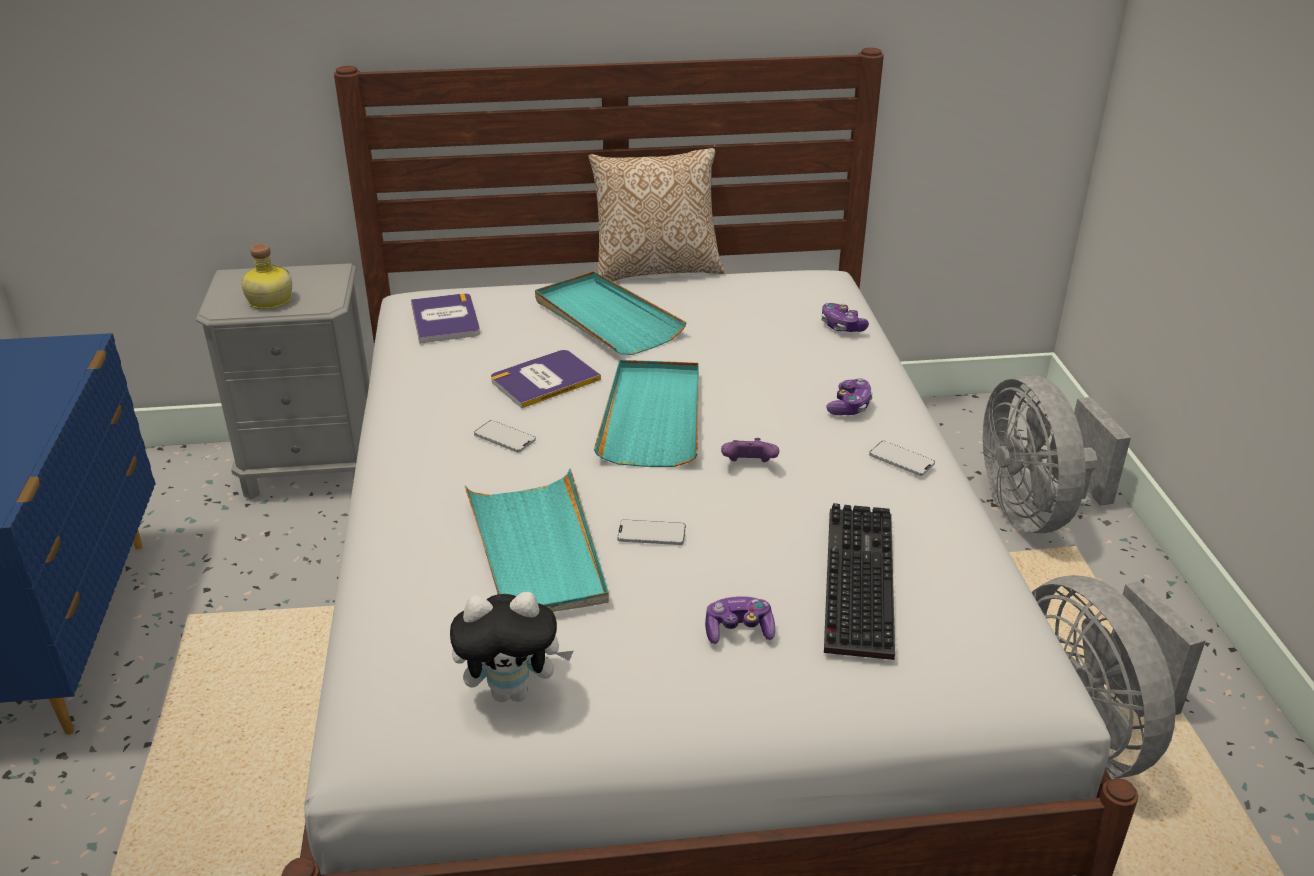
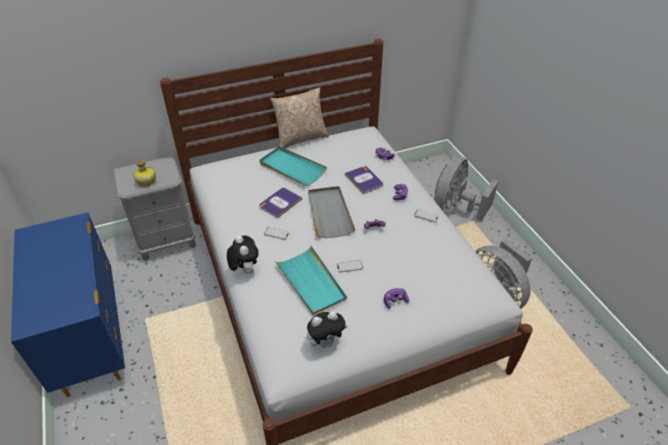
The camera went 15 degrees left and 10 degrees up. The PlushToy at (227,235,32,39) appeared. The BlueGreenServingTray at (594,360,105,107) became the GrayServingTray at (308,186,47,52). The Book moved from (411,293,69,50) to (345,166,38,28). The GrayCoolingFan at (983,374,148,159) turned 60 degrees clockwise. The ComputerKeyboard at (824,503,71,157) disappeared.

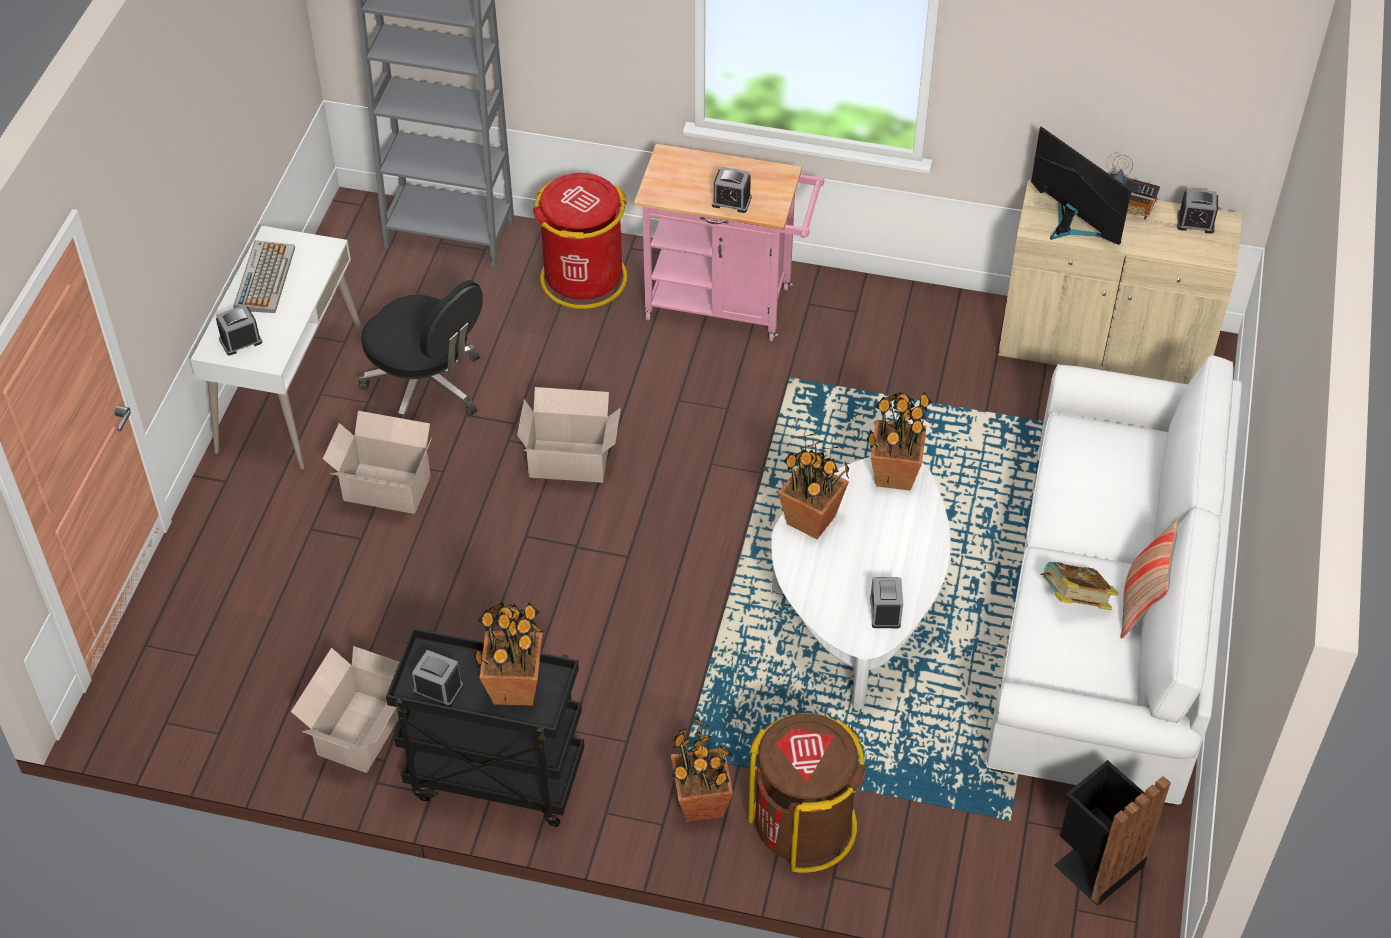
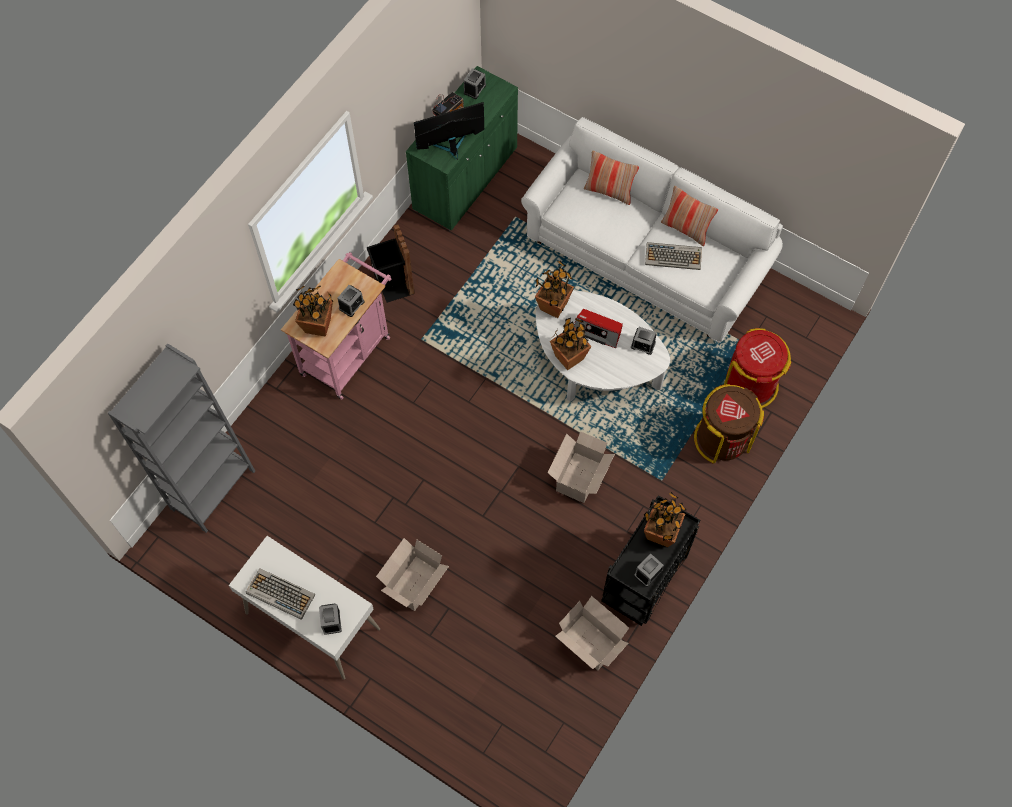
The camera went 70 degrees left and 15 degrees up. The PottedPlant moved from (671,718,62,104) to (293,285,40,52). The BlackTrashCan moved from (1054,760,117,146) to (367,224,48,79). The SandColouredStorageCabinet at (998,180,244,204) became the GreenStorageCabinet at (406,66,112,165). The PackingBox moved from (517,387,104,96) to (547,431,68,72). The RadioReceiver at (574,309,49,39) appeared. The Cushion at (584,151,55,54) appeared. The Book at (1040,562,78,48) was replaced by the ComputerKeyboard at (645,242,57,28). The RedColouredTrashCan moved from (533,173,94,136) to (724,328,67,80). The BlackOfficeChair at (358,280,125,139) disappeared.

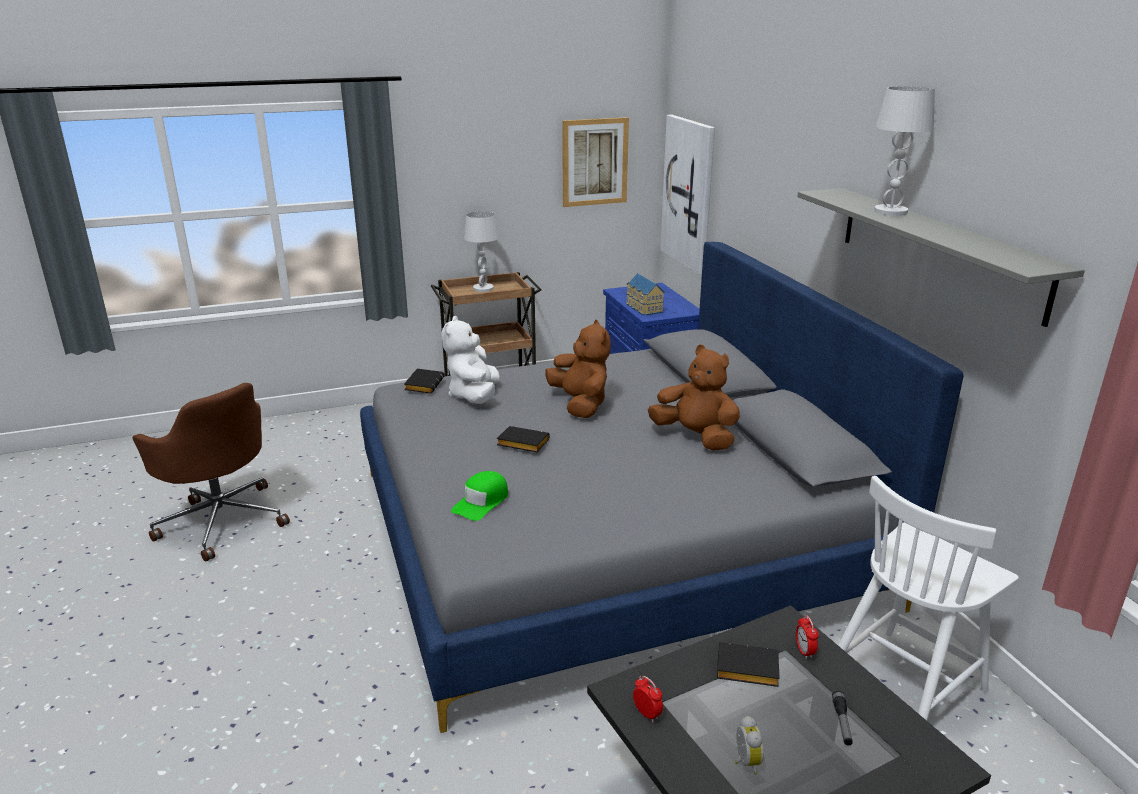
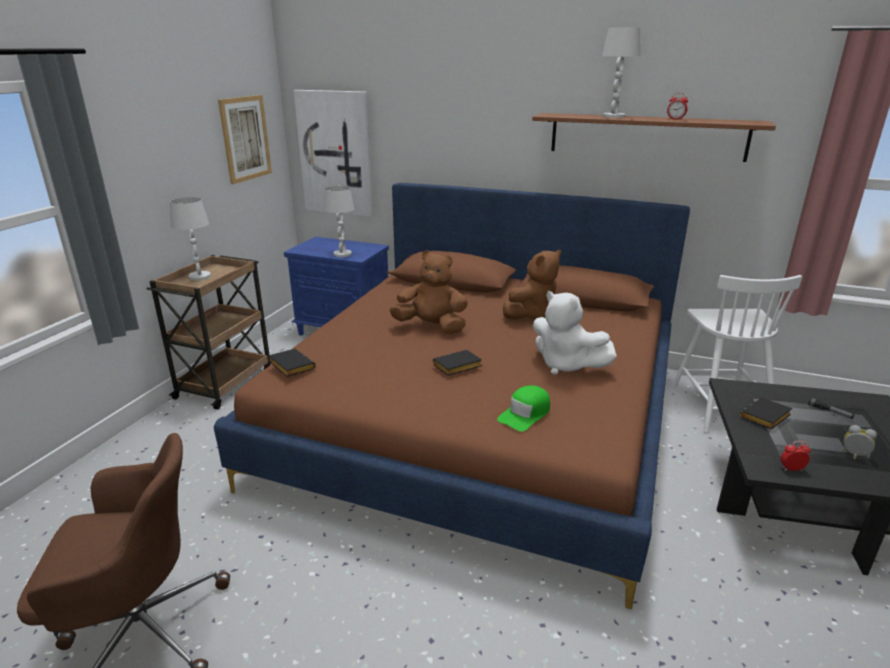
The camera went 50 degrees left and 0 degrees up. The GraySleepingBed at (360,242,604,491) became the BrownishSleepingBed at (214,183,476,426). The MiniatureHouse at (626,273,39,42) was replaced by the WhiteTabletopLamp at (324,186,31,71). The GreenCap at (451,471,57,50) turned 60 degrees clockwise. The BrownishPlushToy at (648,345,92,106) turned 150 degrees clockwise. The GrayBracketShelf at (797,188,288,139) became the BrownishBracketShelf at (532,113,244,49). The WhitePlushToy moved from (442,316,58,88) to (533,291,84,84). The TableClock moved from (796,615,23,44) to (667,93,21,27).

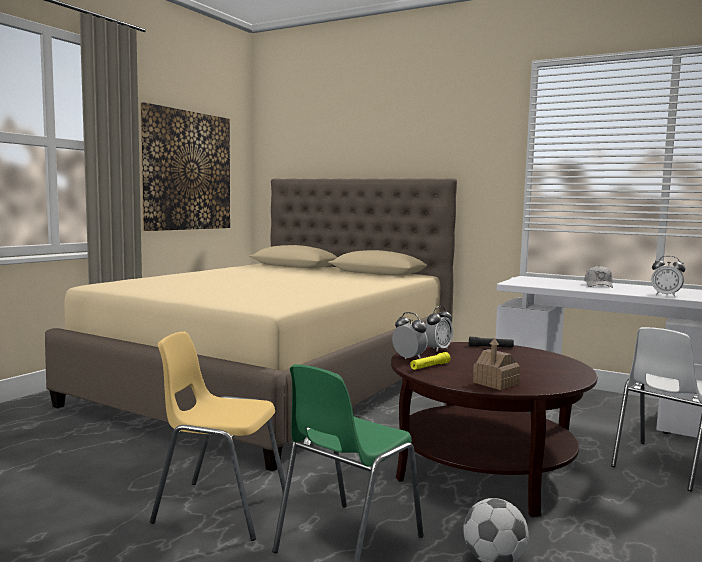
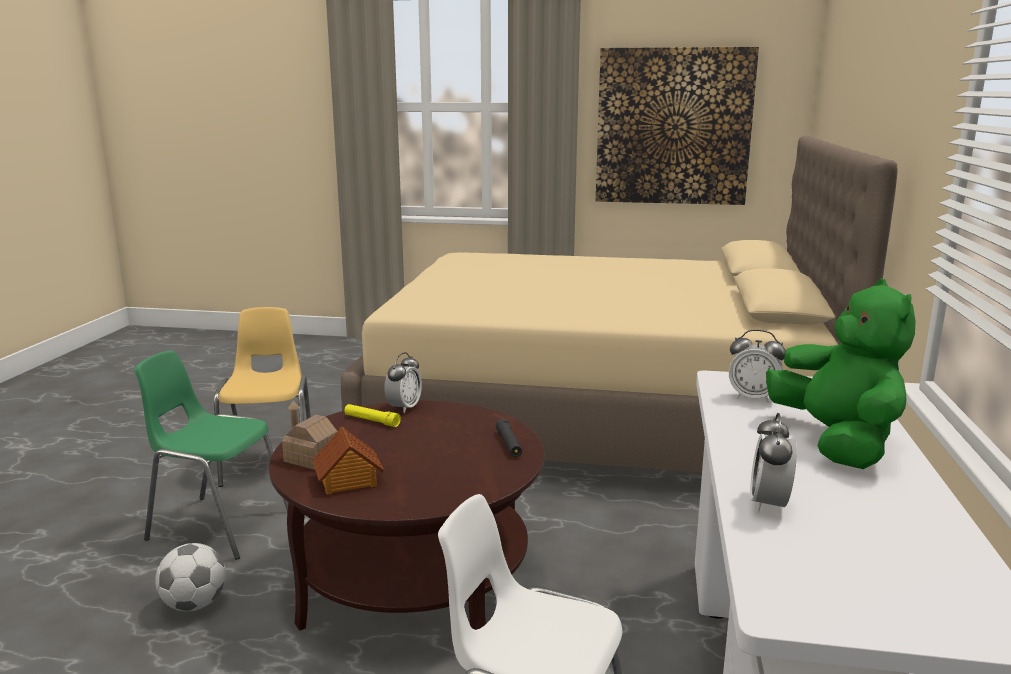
The camera went 70 degrees right and 10 degrees up. The MiniatureHouse at (313,427,71,68) appeared. The TableClock moved from (425,306,28,45) to (729,330,57,73). The WhiteCap at (584,265,29,23) was replaced by the GreenPlushToy at (766,279,150,190).

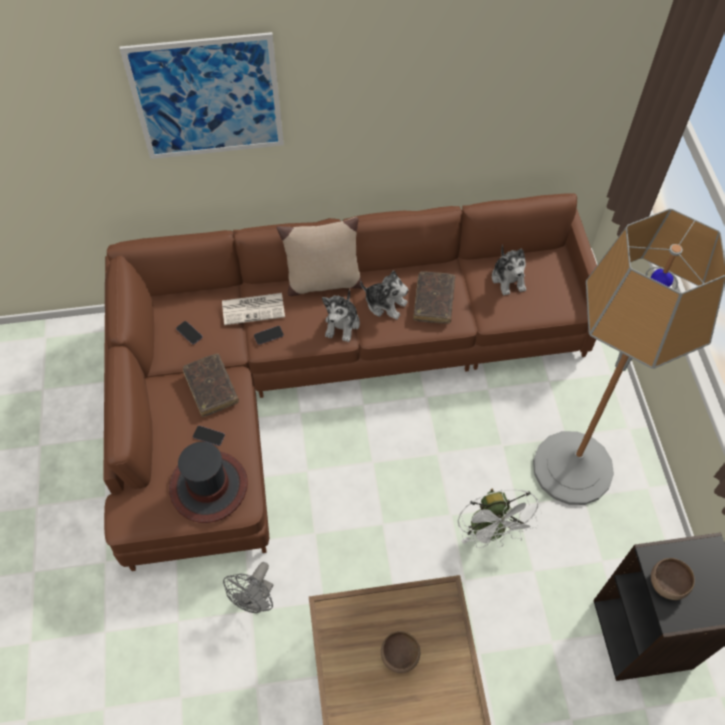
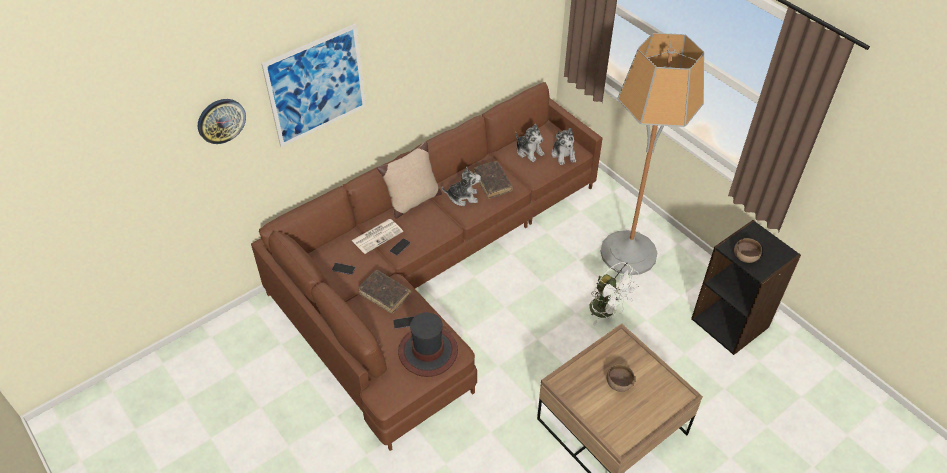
The camera went 30 degrees left and 10 degrees down. The ClockOnTheWall at (198,99,48,45) appeared. The PlushToy moved from (322,289,38,53) to (552,128,24,37). The GrayCoolingFan at (223,562,51,51) disappeared.

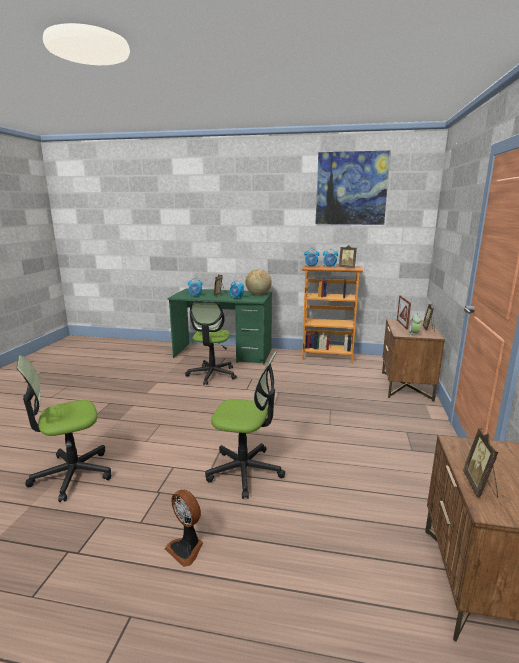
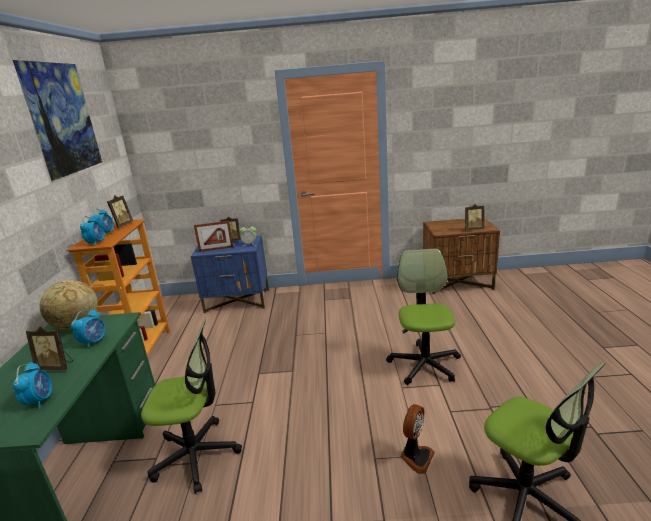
The camera went 100 degrees left and 5 degrees up. The BrownishNightstand at (382,319,63,83) became the BlueNightstand at (191,236,78,77). The CoolingFan moved from (165,489,38,78) to (400,404,35,70).

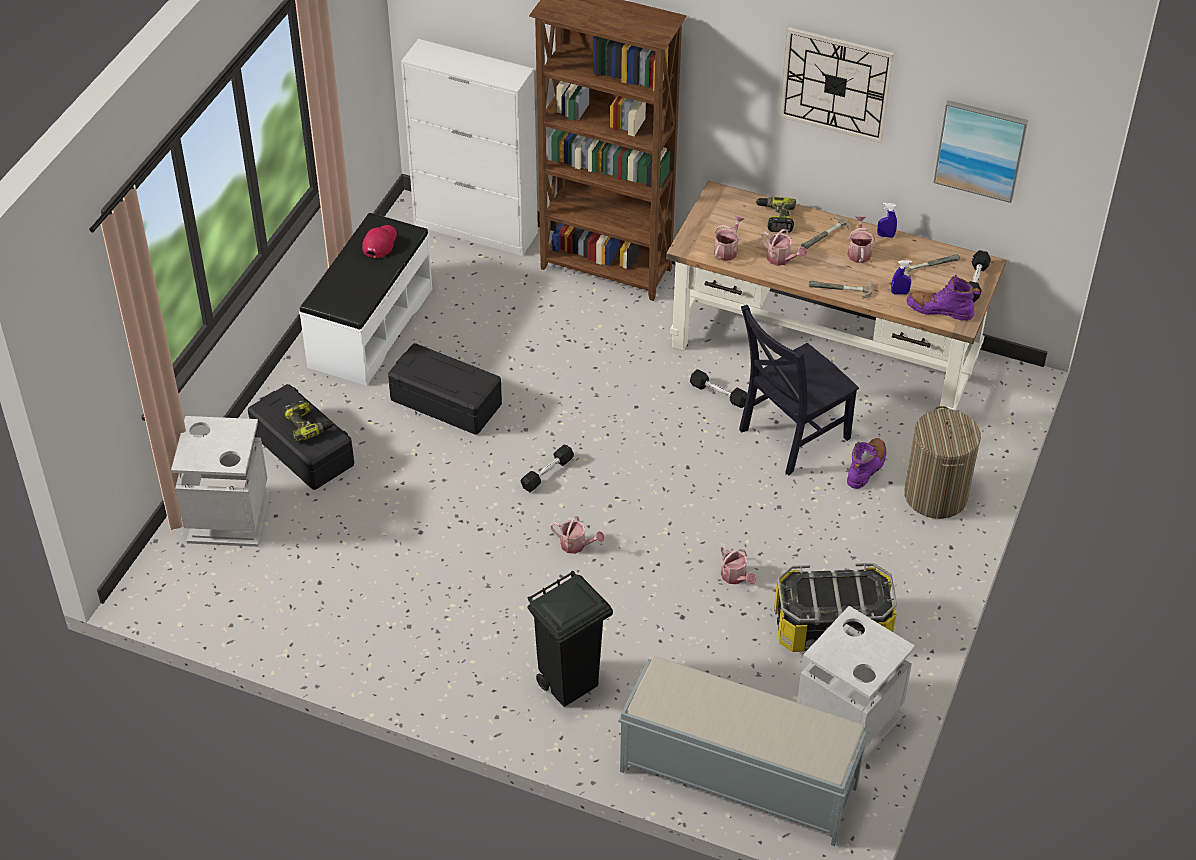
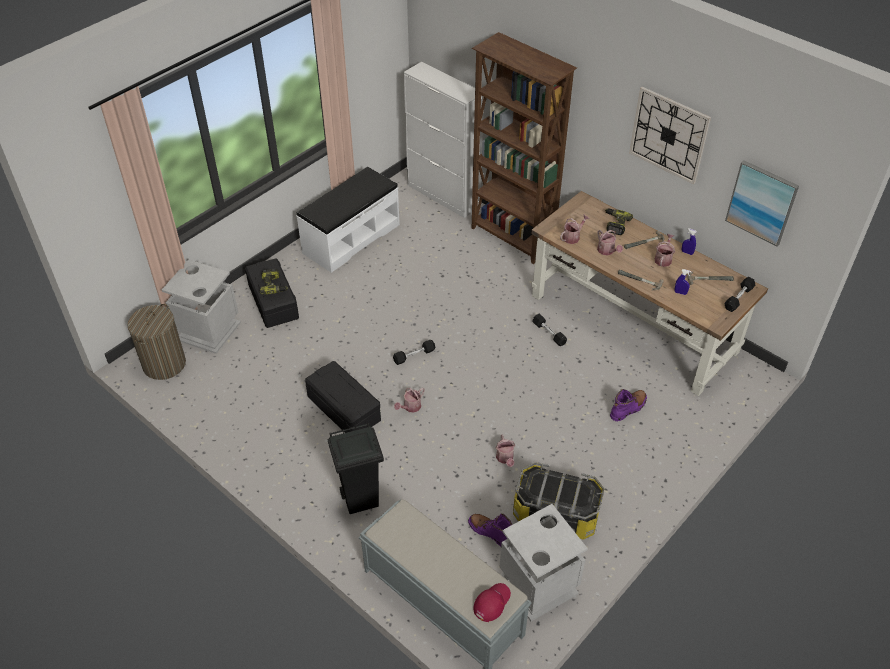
The camera went 20 degrees right and 0 degrees up. The LaundryBasket moved from (904,406,77,113) to (127,304,59,76). The BlackStorageBin moved from (388,343,114,92) to (305,361,76,72). The SprinklingCan at (550,516,55,38) turned 90 degrees clockwise. The PurpleBoot moved from (906,275,74,46) to (468,514,44,32). The RedColouredCap moved from (362,225,35,33) to (473,583,38,39). The BlackPlainChair at (739,305,120,171) disappeared.

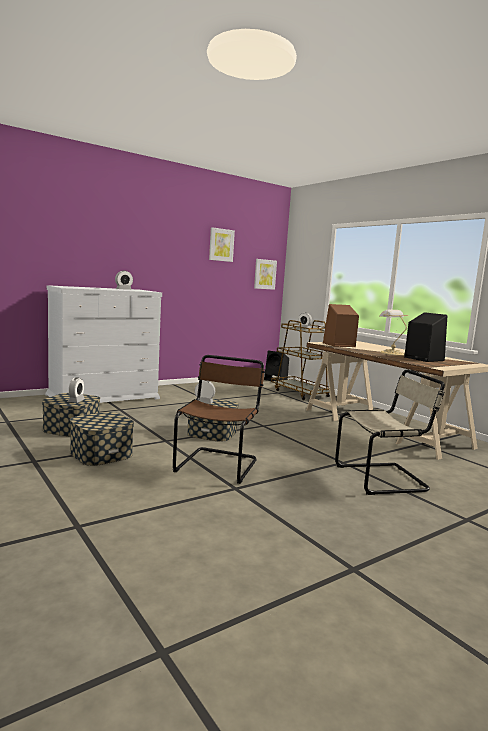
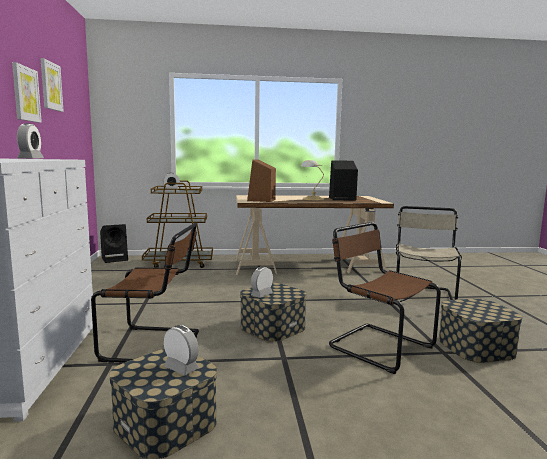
The camera went 60 degrees left and 0 degrees up. The WallPicture moved from (254,259,23,31) to (12,62,30,61). The BrownishPlainChair at (91,223,108,140) appeared. The StorageBin moved from (70,412,64,54) to (439,299,84,64).

